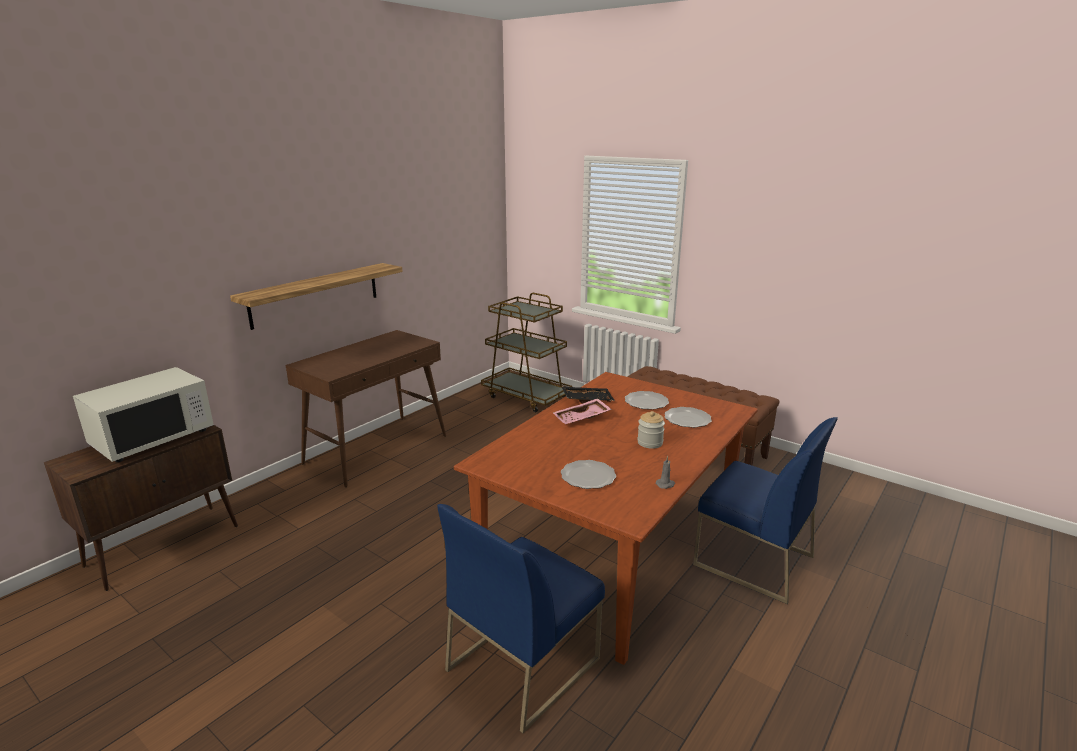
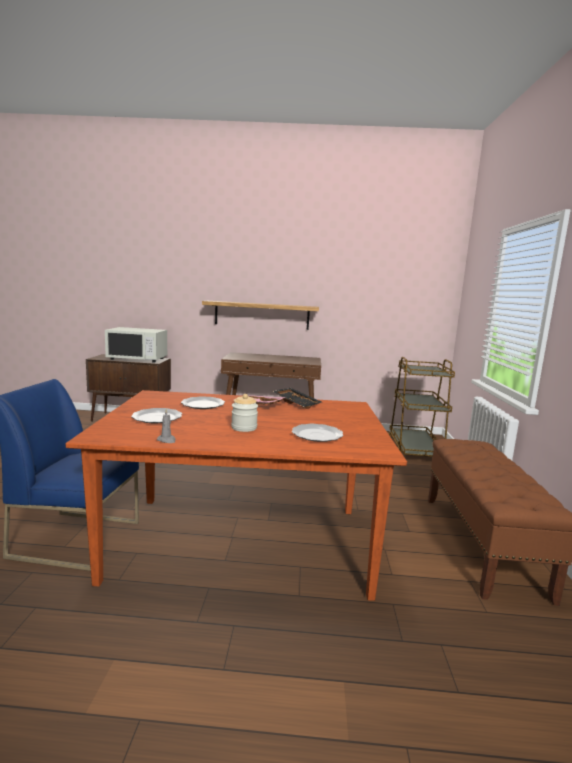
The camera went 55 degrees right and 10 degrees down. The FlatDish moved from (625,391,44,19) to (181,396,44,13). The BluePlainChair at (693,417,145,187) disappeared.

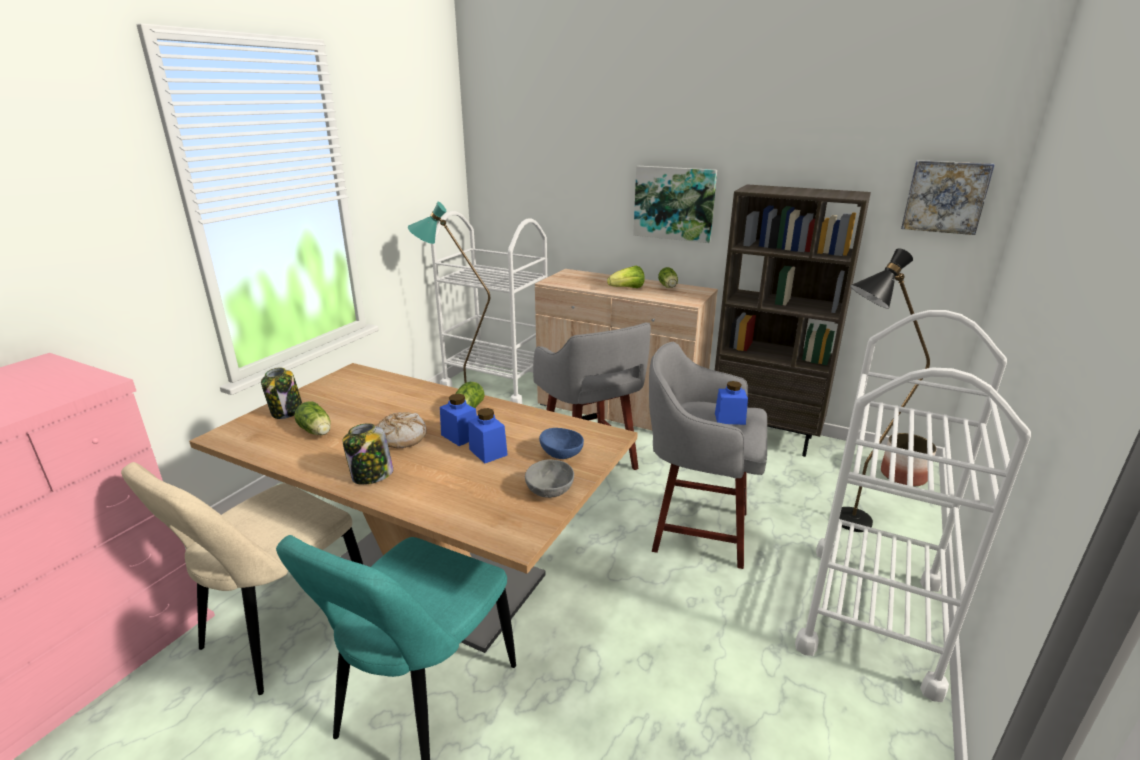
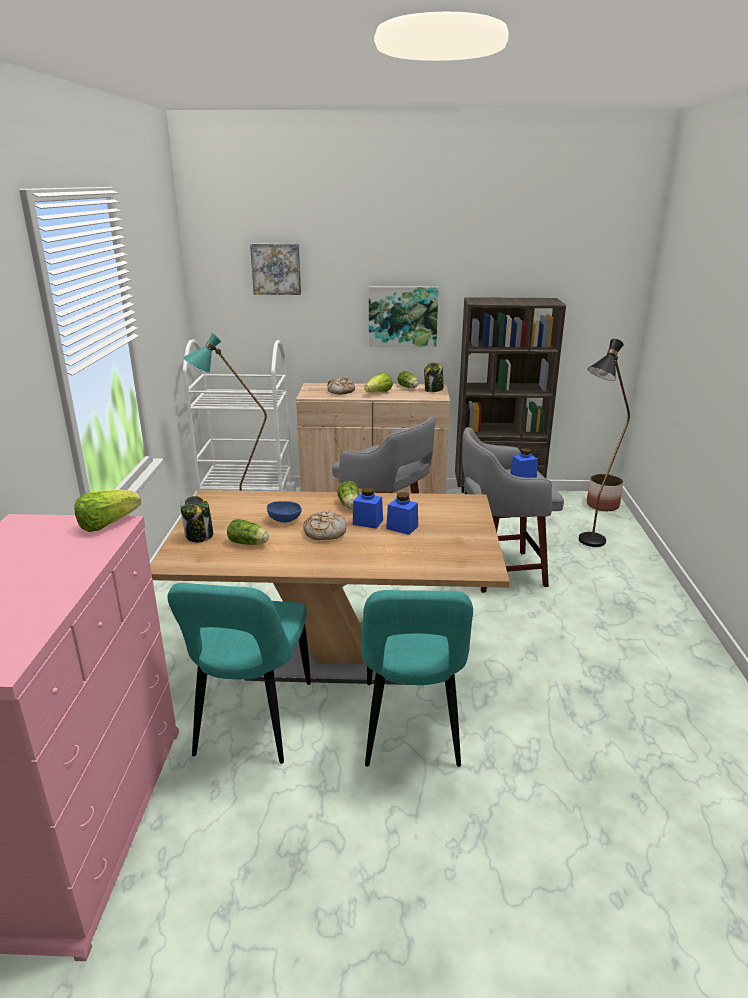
The camera went 25 degrees left and 0 degrees up. The LettuceHead at (74,489,67,43) appeared. The SandColouredPlainChair at (121,462,242,233) became the BlueGreenPlainChair at (167,583,144,181). The WallPicture moved from (901,160,94,75) to (250,244,51,51). The BlueBowl moved from (539,428,45,31) to (267,501,35,22). The BakeryBread at (327,377,28,17) appeared. The Jar moved from (343,423,50,62) to (424,363,20,29). The GrayBowl at (525,459,49,39) disappeared. The WhiteWheeledCart at (795,310,236,392) disappeared.

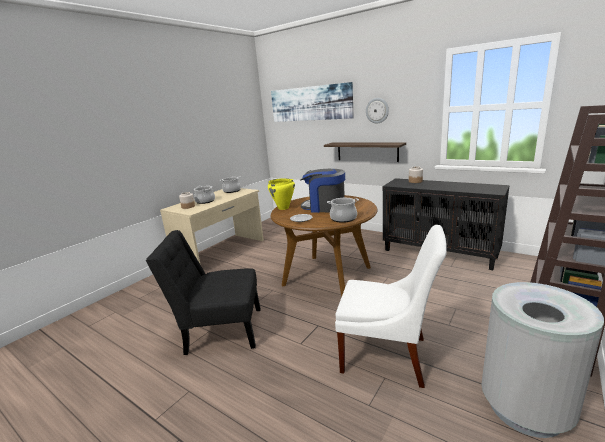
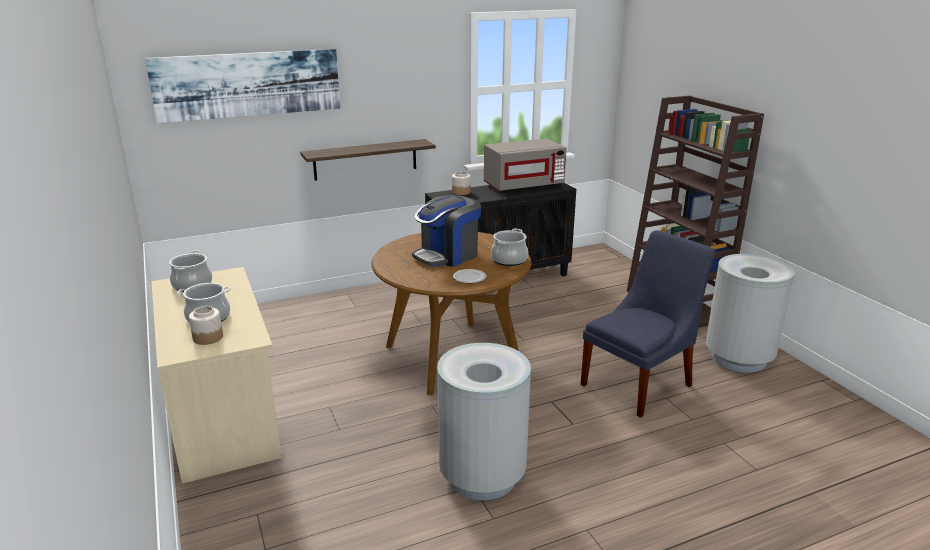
The camera went 60 degrees left and 5 degrees up. The BlackPlainChair at (146,230,115,125) was replaced by the GrayTrashCan at (437,343,94,157). The GrayMicrowave at (484,139,83,53) appeared. The WhitePlainChair at (335,225,111,163) became the BluePlainChair at (581,230,134,188). The YellowCookingPot at (268,178,27,32) disappeared. The ClockOnTheWall at (366,98,23,25) disappeared.

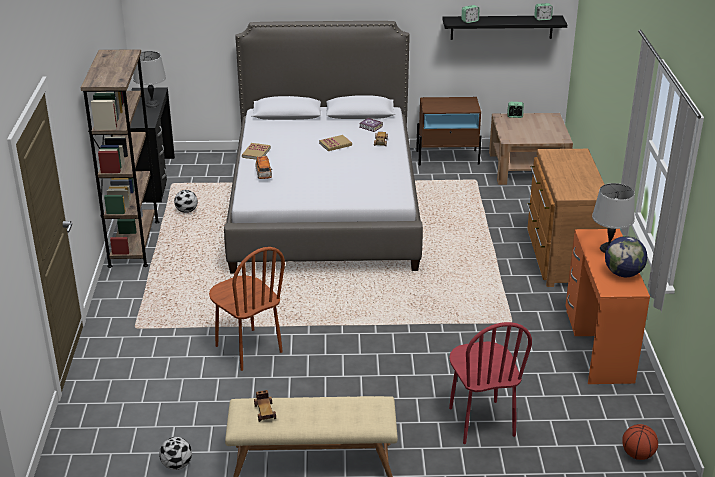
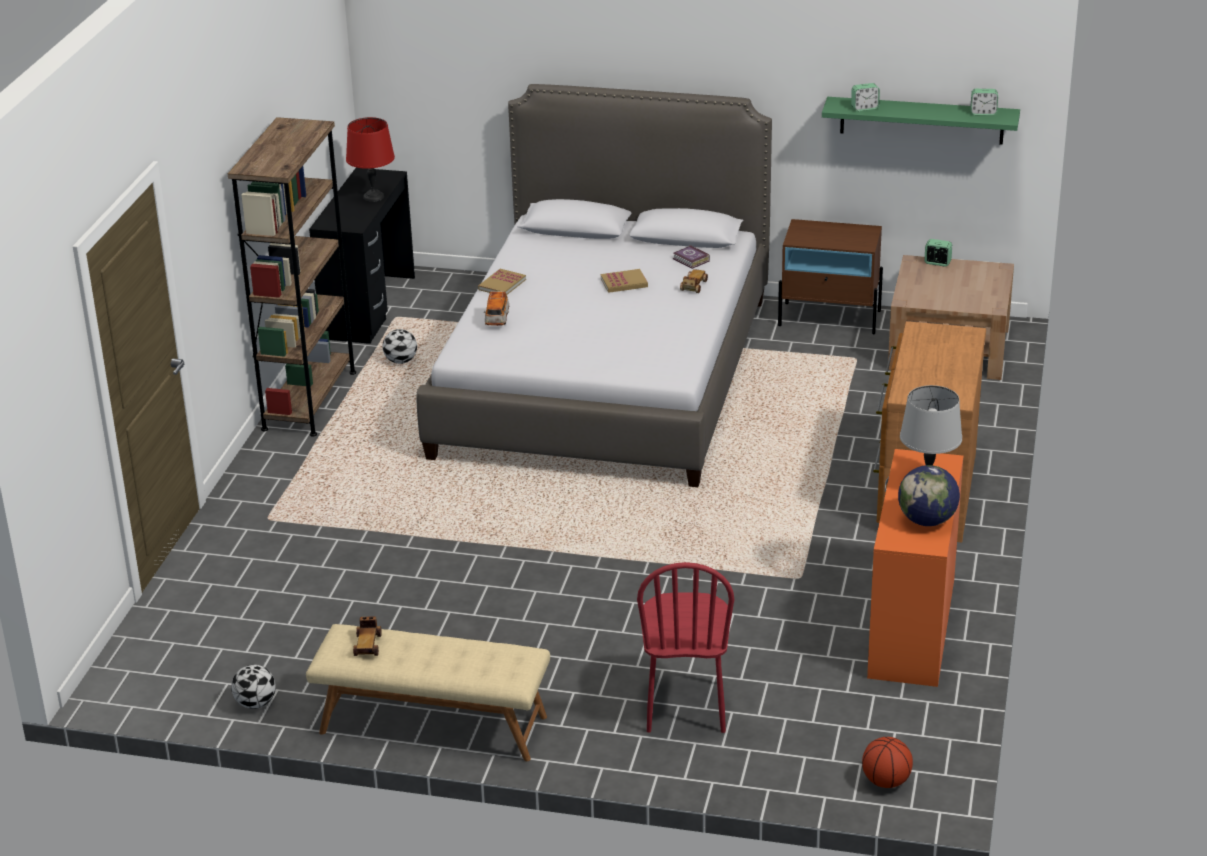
The camera went 15 degrees right and 0 degrees up. The GrayTabletopLamp at (133,51,33,57) became the RedColouredTabletopLamp at (346,117,49,85). The BlackBracketShelf at (443,15,124,25) became the GreenBracketShelf at (822,97,198,48). The BrownishPlainChair at (209,247,76,124) disappeared.

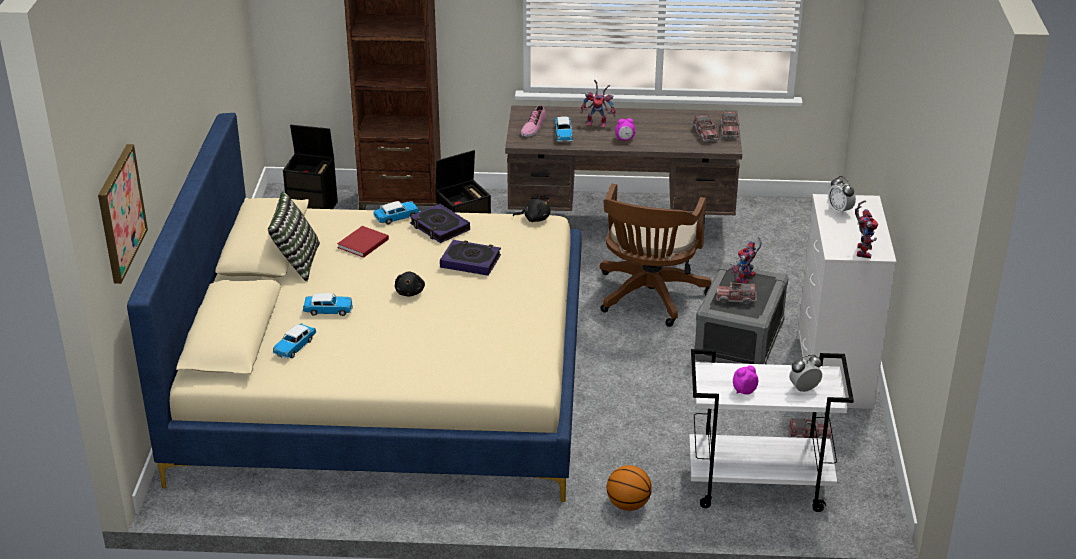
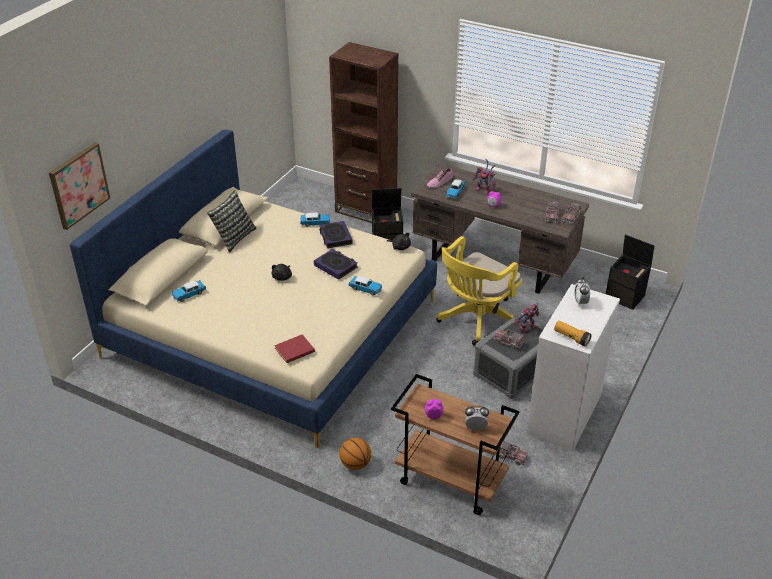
The camera went 25 degrees right and 5 degrees up. The RedColouredBook moved from (337,226,52,32) to (274,335,41,28). The MiniatureCar moved from (303,293,50,23) to (349,276,34,19). The WhiteWheeledCart at (689,349,165,163) became the BrownishWheeledCart at (391,374,129,141). The BrownishOfficeChair at (600,184,112,143) became the YellowOfficeChair at (436,236,86,110). The ToyRobot at (855,200,23,59) was replaced by the Torch at (554,321,37,25). The BlackStorageBin moved from (283,124,55,85) to (606,234,49,76).

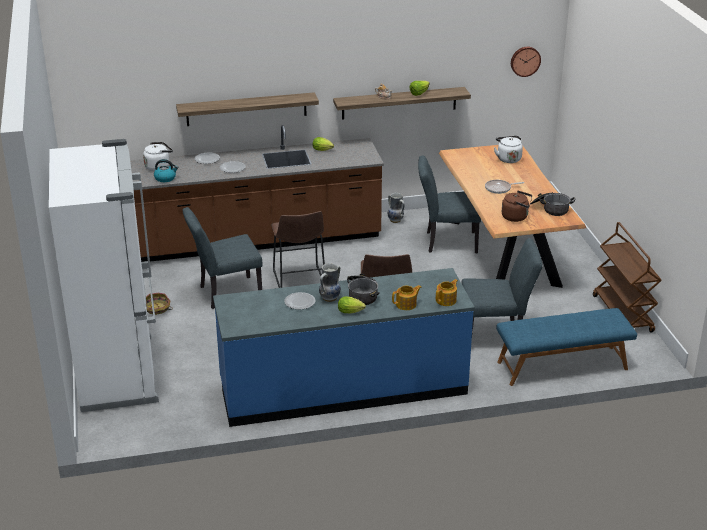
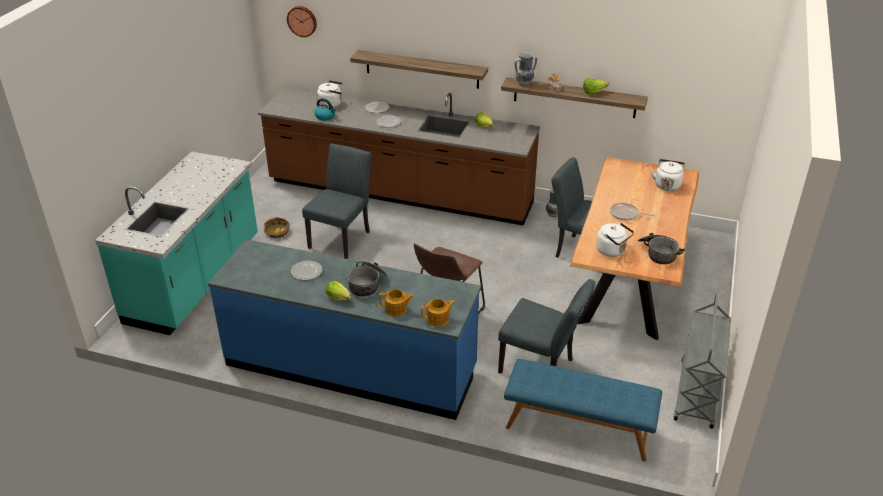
The camera went 30 degrees right and 5 degrees up. The WhiteRefrigerator at (49,139,110,273) was replaced by the BlueGreenKitchenBaseUnit at (95,151,163,184). The ClockOnTheWall moved from (511,47,30,30) to (287,6,30,31). The GrayPlainChair at (183,207,80,102) turned 105 degrees clockwise. The FlowerVase moved from (319,263,22,39) to (515,52,22,34). The BrownishKettle at (502,191,30,31) became the WhiteKettle at (596,223,38,34). The BrownishWheeledCart at (593,222,69,111) became the GrayWheeledCart at (674,292,57,137). The BrownishStool at (272,211,53,77) disappeared.

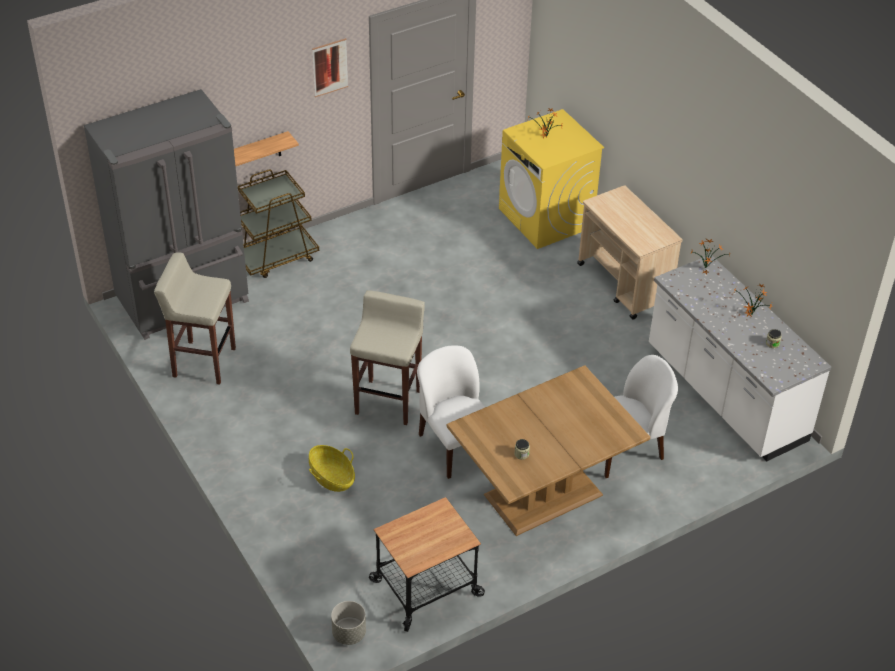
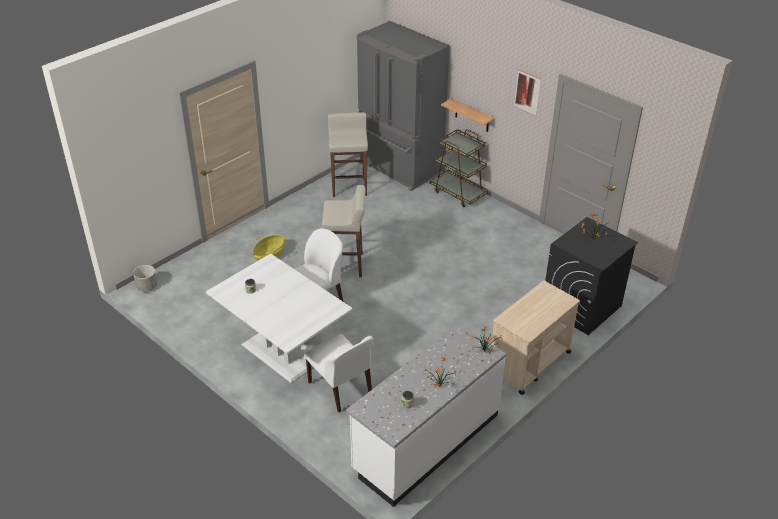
The camera went 75 degrees right and 5 degrees down. The BrownishDinnerTable at (447,365,203,171) became the WhiteDinnerTable at (206,254,146,129). The YellowWashingMachine at (499,109,105,140) became the BlackWashingMachine at (545,217,93,118). The WheeledCart at (369,497,116,135) disappeared.

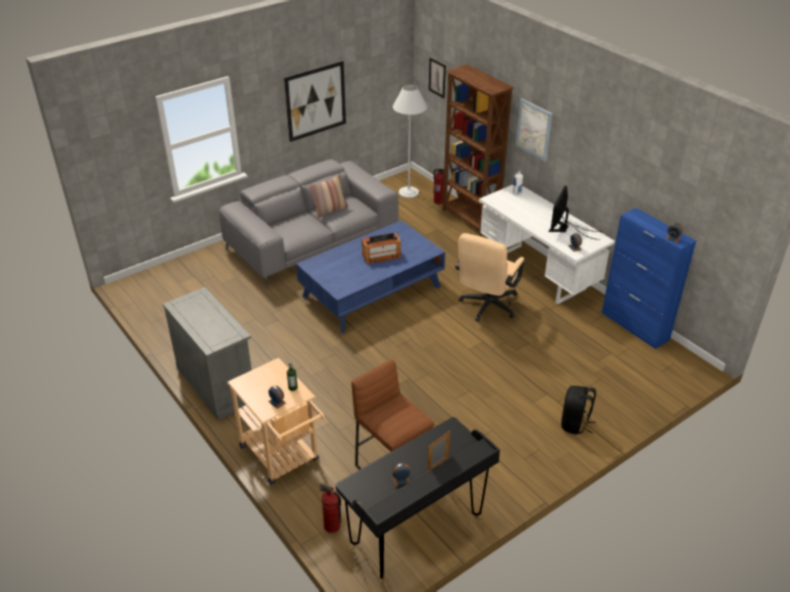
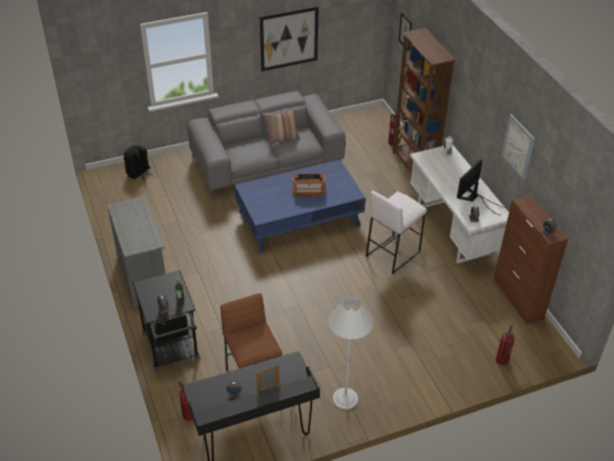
The camera went 15 degrees right and 5 degrees up. The BlackKnapsack moved from (561,386,35,49) to (124,145,28,36). The SandColouredWheeledCart at (227,358,98,127) became the BlackWheeledCart at (133,270,67,100). The WhiteStandardLamp moved from (393,85,34,113) to (328,297,45,113). The SandColouredOfficeChair at (455,233,69,89) was replaced by the WhiteStool at (366,191,61,83). The BlueStorageCabinet at (602,208,94,141) became the BrownishStorageCabinet at (494,195,74,129). The FireFightingCylinder at (496,326,18,39) appeared. The WallPicture moved from (516,99,36,63) to (501,114,34,66).

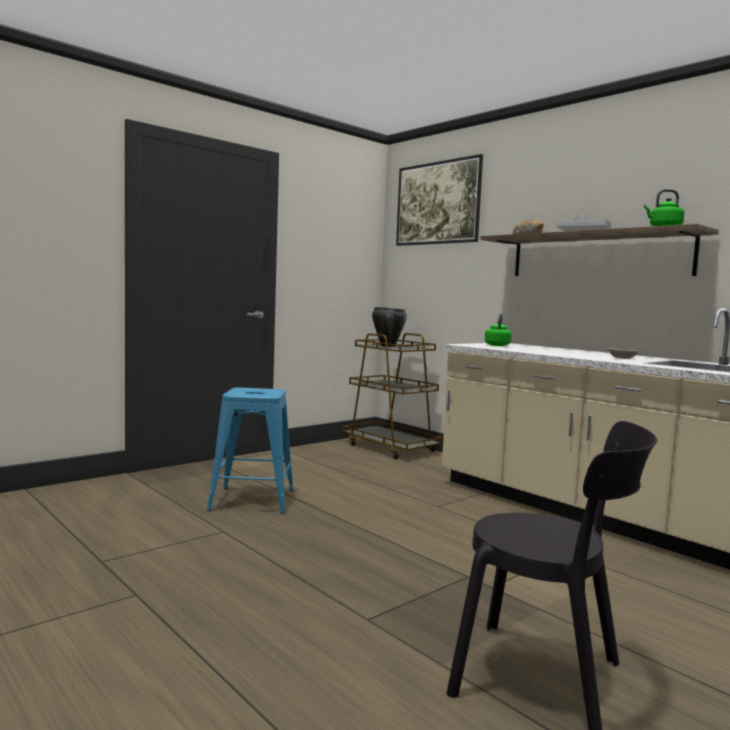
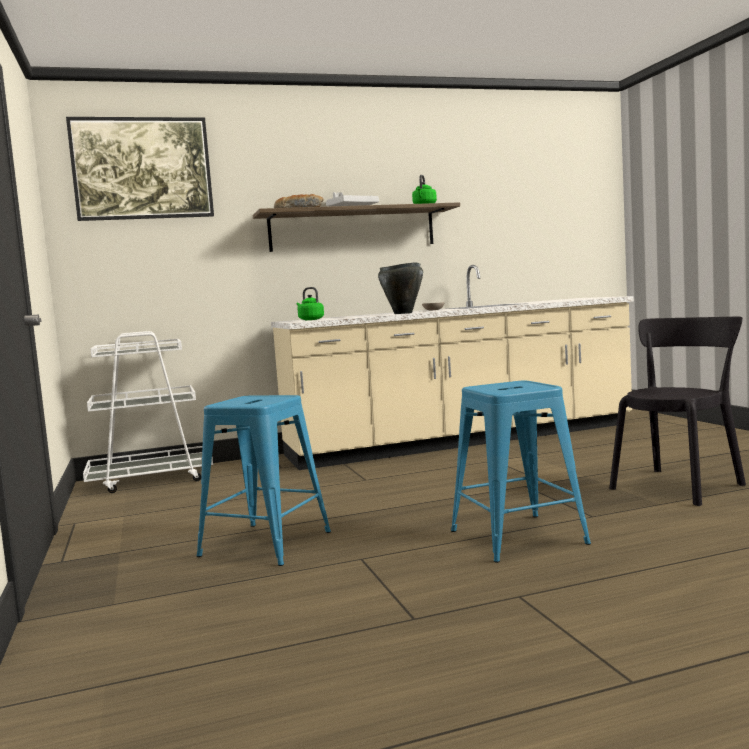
The camera went 65 degrees left and 0 degrees up. The BrownishWheeledCart at (342,333,101,126) became the WhiteWheeledCart at (83,331,130,162). The BlackCookingPot moved from (372,307,35,40) to (378,263,45,51). The BlueStool at (451,380,140,183) appeared.

